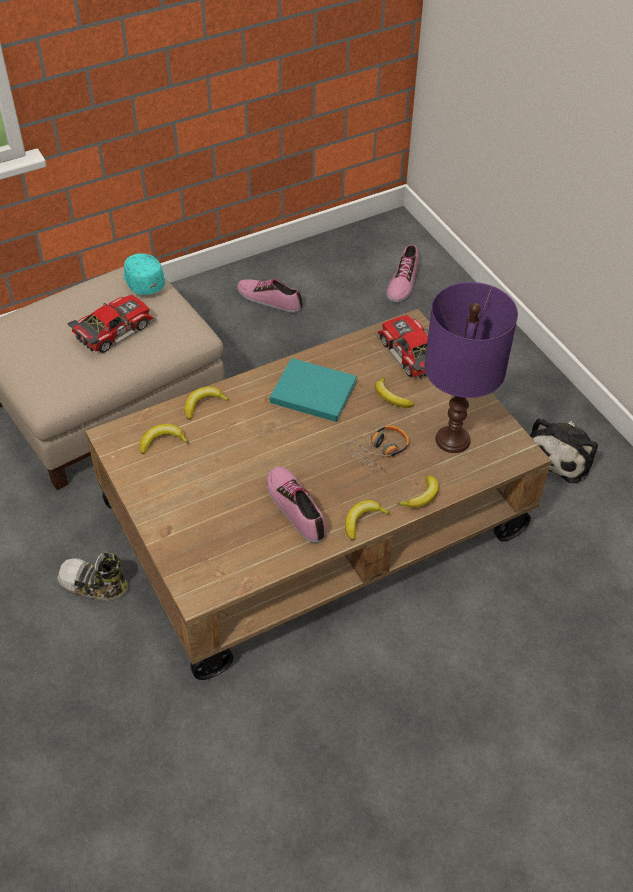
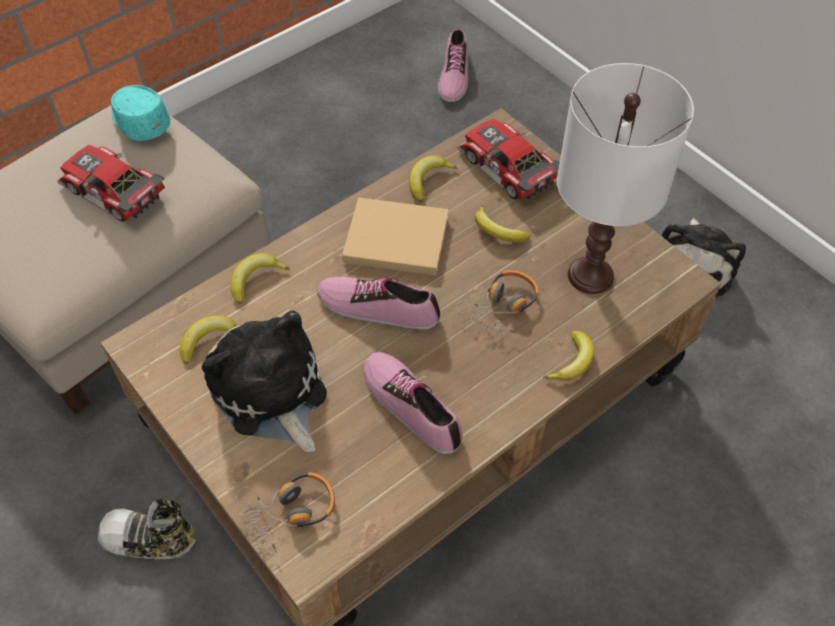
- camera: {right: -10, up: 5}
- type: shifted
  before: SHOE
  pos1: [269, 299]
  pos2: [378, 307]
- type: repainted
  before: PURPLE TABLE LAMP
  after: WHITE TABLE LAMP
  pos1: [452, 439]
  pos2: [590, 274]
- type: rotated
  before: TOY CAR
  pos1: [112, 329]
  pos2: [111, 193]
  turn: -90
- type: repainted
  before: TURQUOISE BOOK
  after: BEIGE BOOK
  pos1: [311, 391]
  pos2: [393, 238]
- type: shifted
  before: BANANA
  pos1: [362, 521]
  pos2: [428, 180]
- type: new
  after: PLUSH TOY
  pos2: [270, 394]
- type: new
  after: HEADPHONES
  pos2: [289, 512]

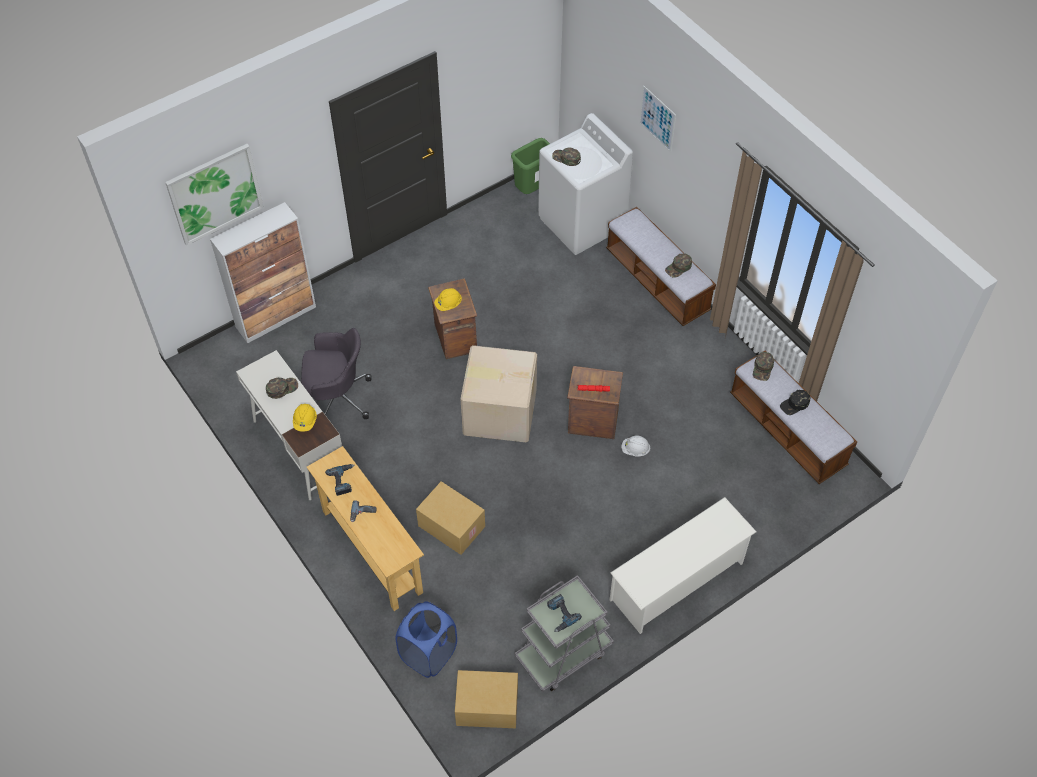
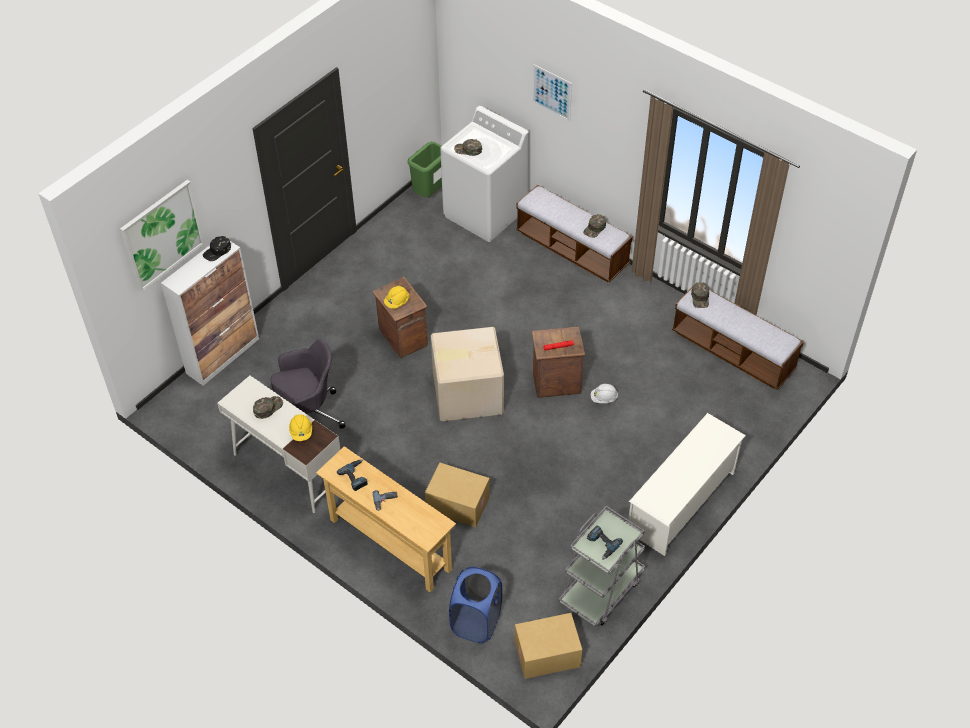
- camera: {right: -15, up: -5}
- type: shifted
  before: BLACK CAP
  pos1: [795, 404]
  pos2: [217, 251]

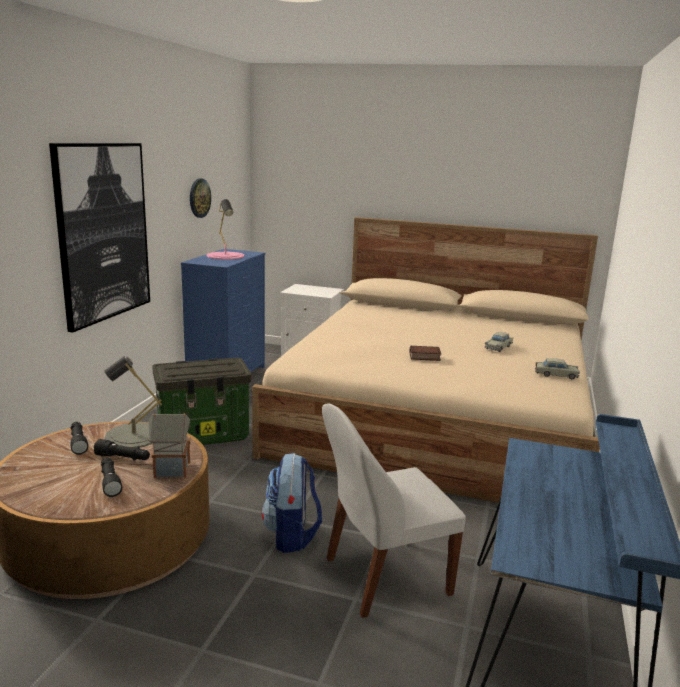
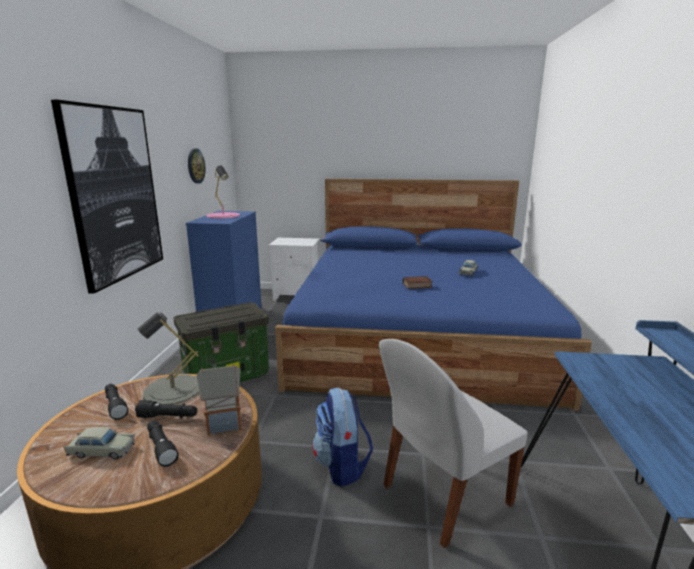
- camera: {right: -10, up: 0}
- type: repainted
  before: BEIGE BED
  after: BLUE BED
  pos1: [437, 416]
  pos2: [417, 334]
- type: shifted
  before: BEIGE TOY CAR
  pos1: [556, 375]
  pos2: [102, 451]

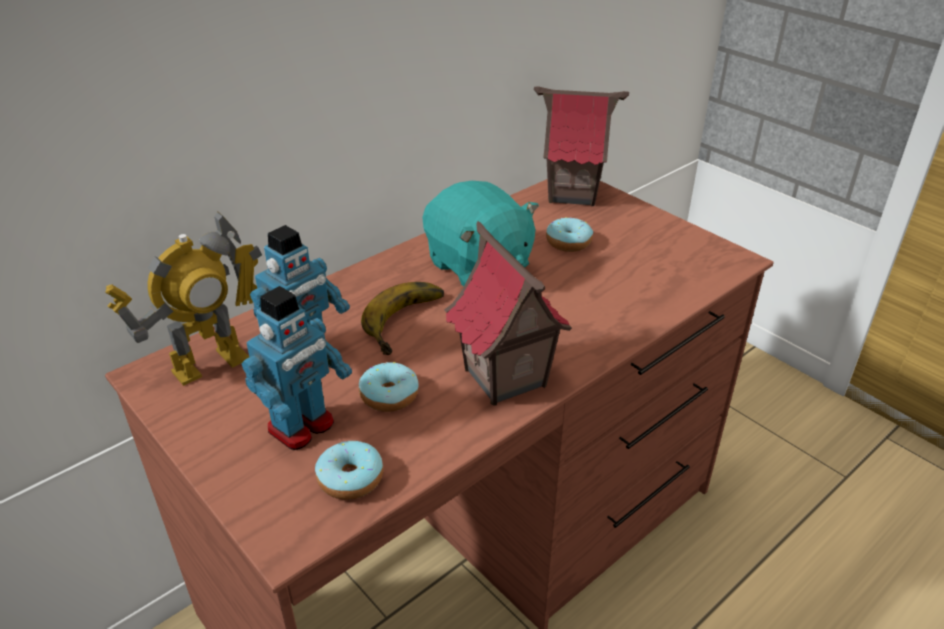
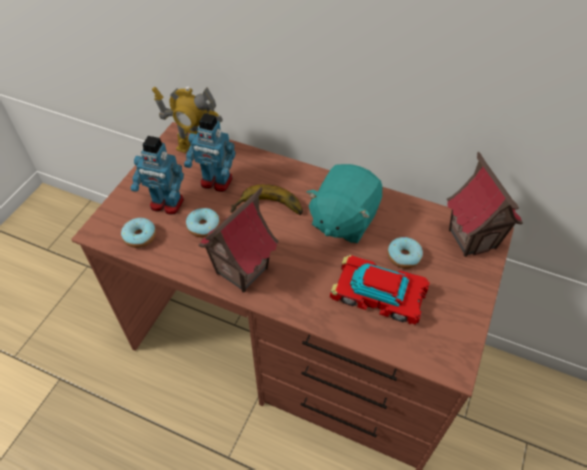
- camera: {right: 65, up: 15}
- type: new
  after: TOY CAR
  pos2: [378, 295]

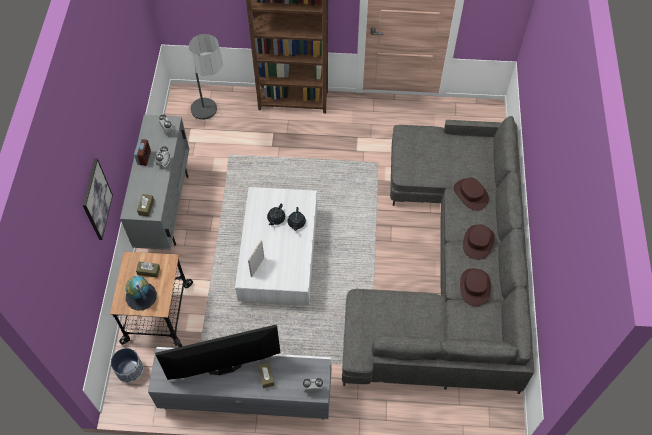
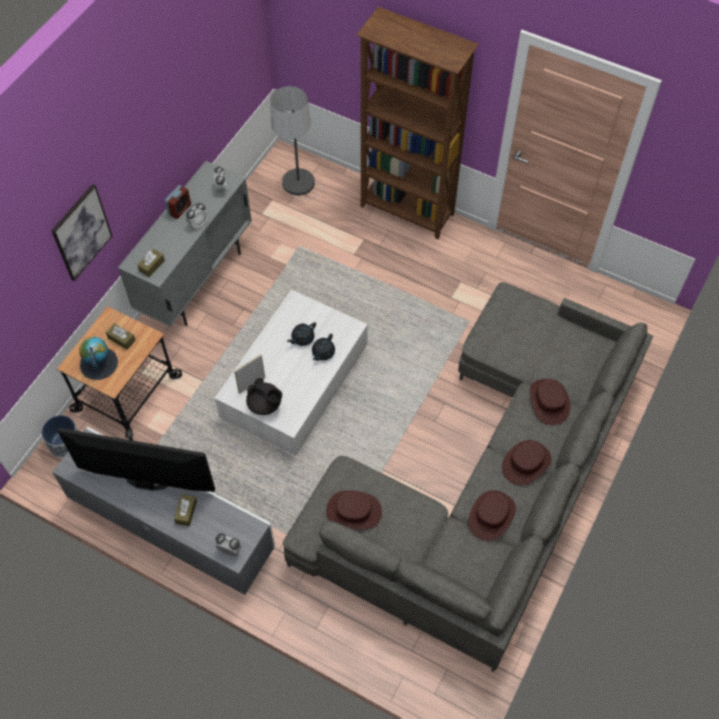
- camera: {right: 25, up: 0}
- type: new
  after: BLACK TEAPOT
  pos2: [265, 405]
- type: new
  after: BROWN HAT
  pos2: [353, 511]

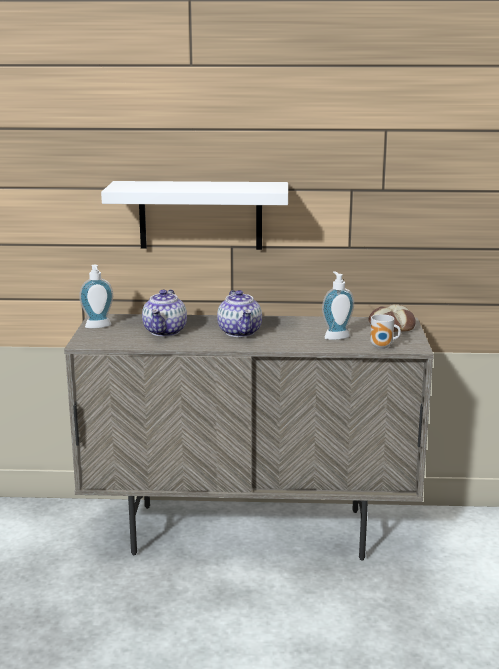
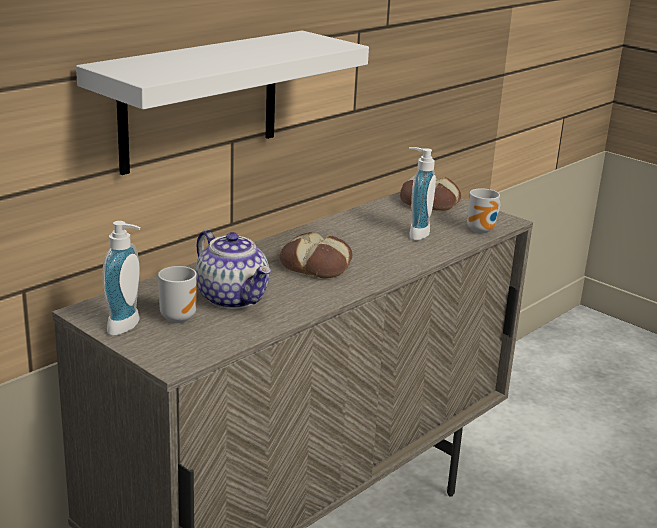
- camera: {right: -50, up: 5}
- type: swapped
  before: TEAPOT
  after: BREAD
  pos1: [240, 332]
  pos2: [317, 265]
- type: new
  after: MUG
  pos2: [178, 317]

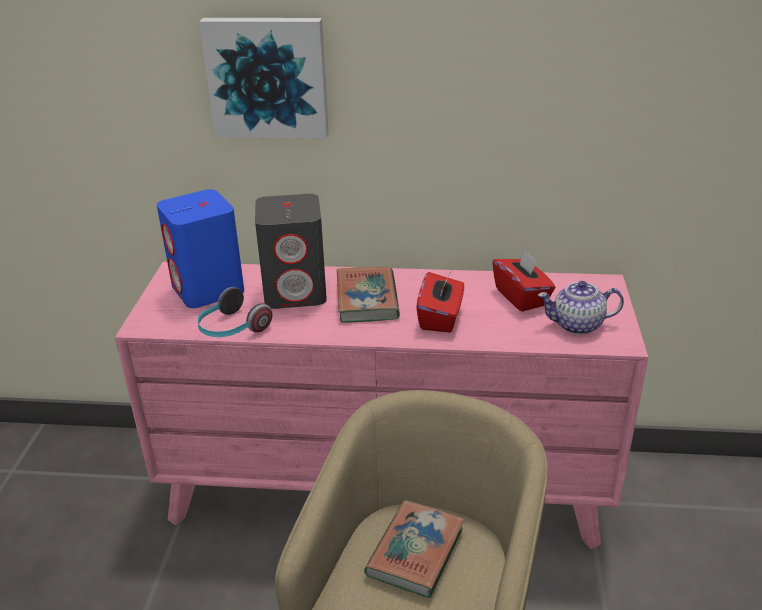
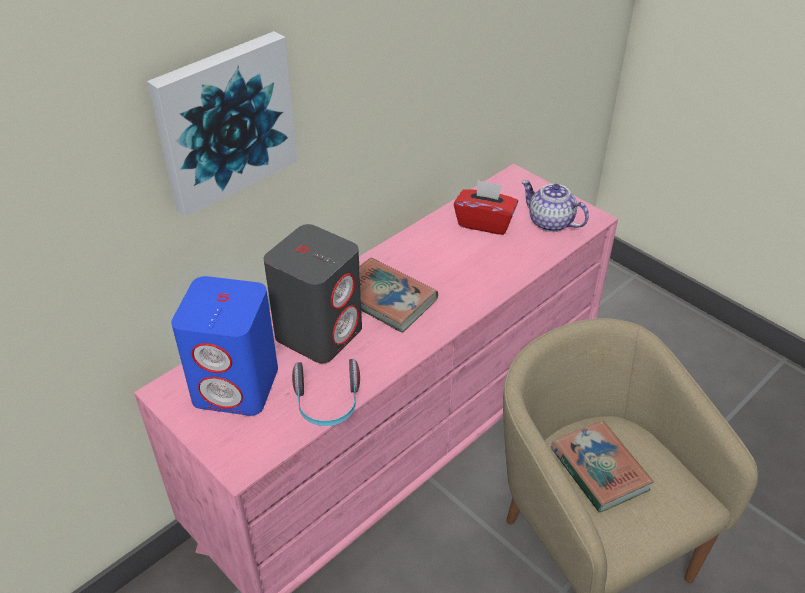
- camera: {right: -50, up: 10}
- type: gone
  before: RED TISSUE BOX
  pos1: [440, 318]
- type: rotated
  before: TEAPOT
  pos1: [577, 325]
  pos2: [550, 222]
  turn: 90

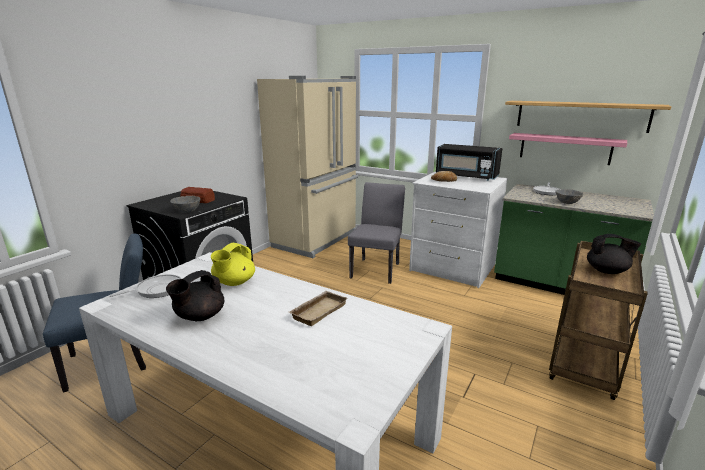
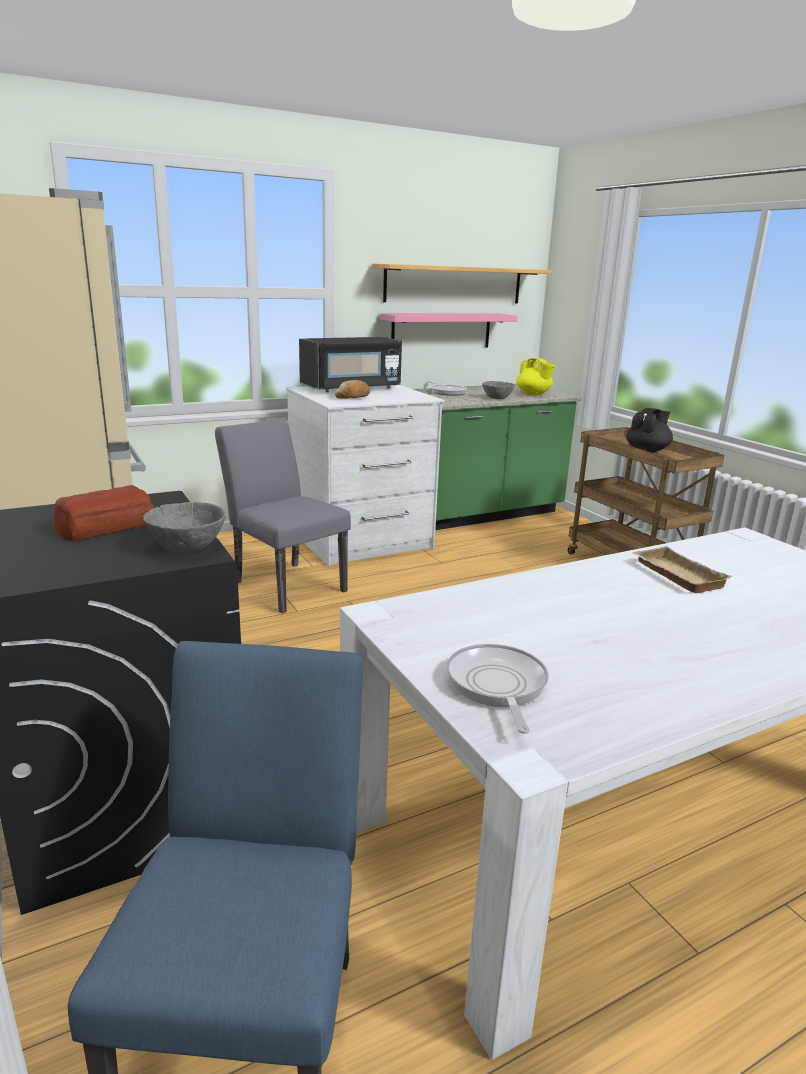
- camera: {right: -60, up: 0}
- type: shifted
  before: YELLOW TEAPOT
  pos1: [234, 282]
  pos2: [533, 394]
- type: gone
  before: BLACK TEAPOT
  pos1: [199, 316]

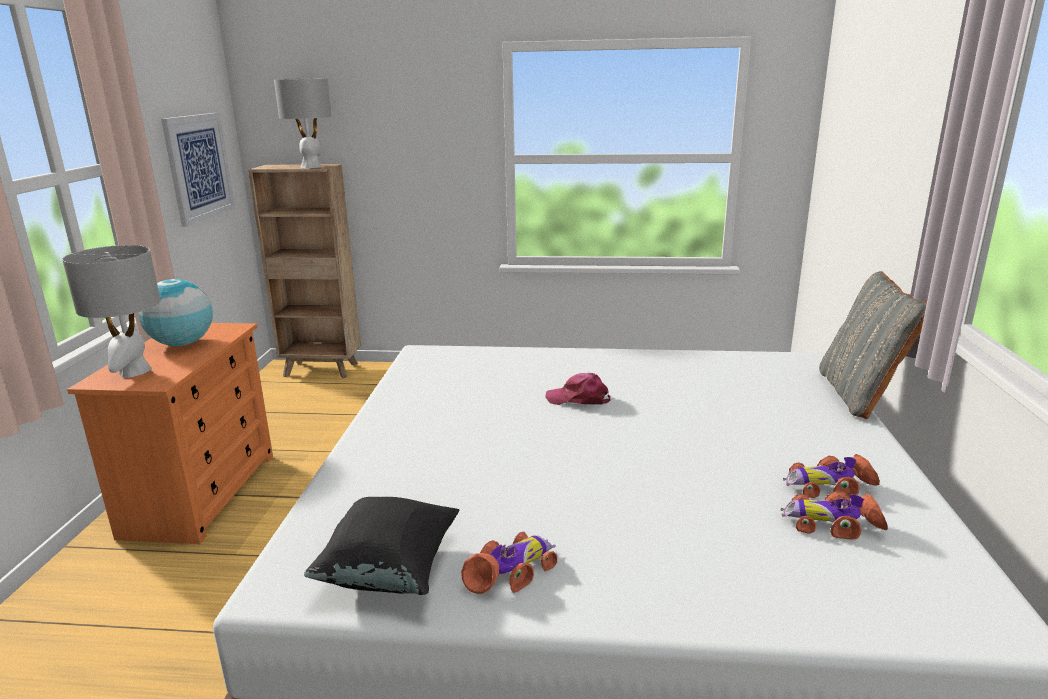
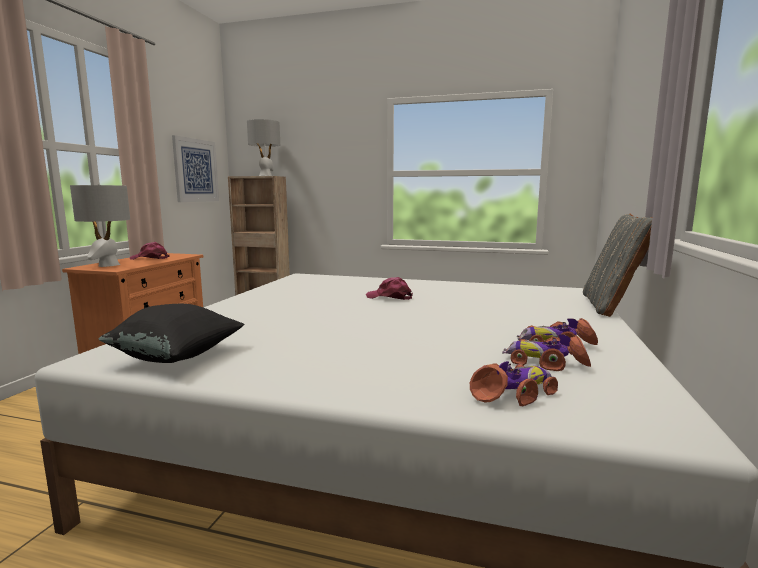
- camera: {right: 10, up: -10}
- type: swapped
  before: GLOBE
  after: PINK CAP
  pos1: [182, 344]
  pos2: [150, 258]
- type: shifted
  before: TOY CAR
  pos1: [512, 572]
  pos2: [515, 393]

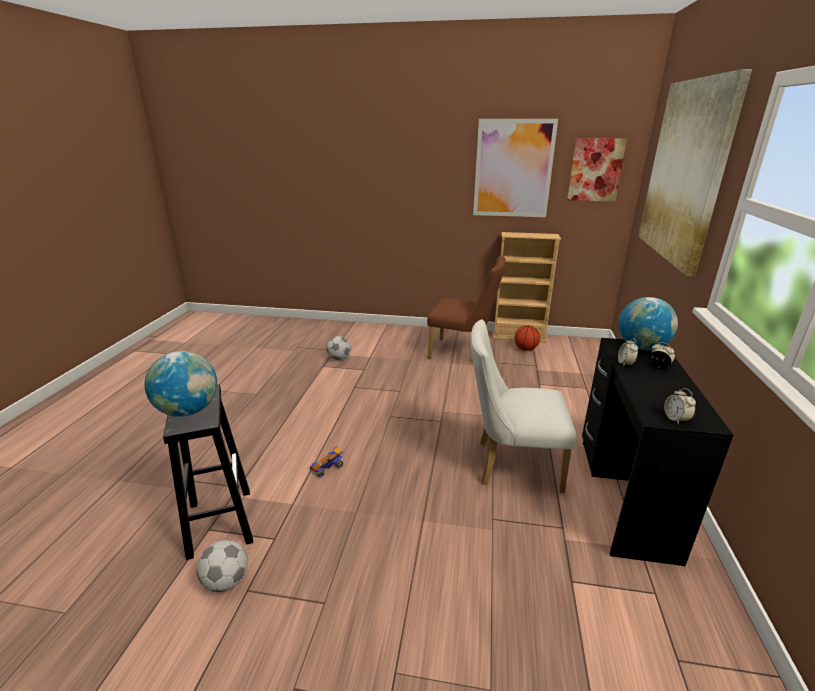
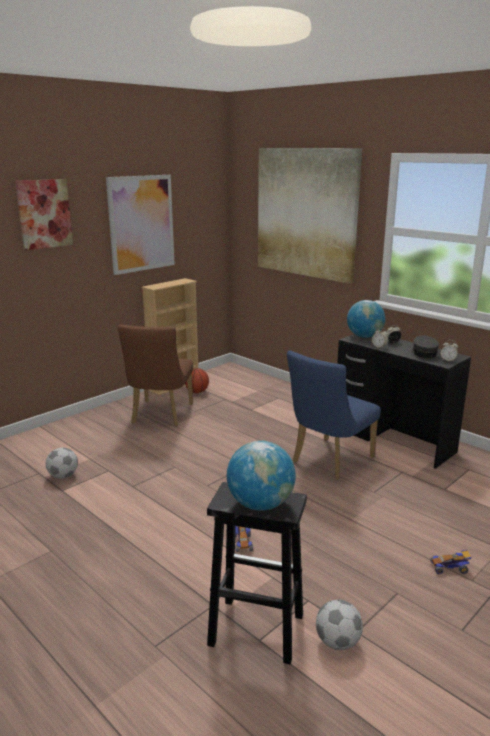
- camera: {right: -55, up: -5}
- type: shifted
  before: PICTURE
  pos1: [595, 170]
  pos2: [44, 214]
- type: rotated
  before: BROWN CHAIR
  pos1: [463, 353]
  pos2: [160, 415]
  turn: 135
- type: repainted
  before: WHITE CHAIR
  after: BLUE CHAIR
  pos1: [511, 465]
  pos2: [328, 461]
- type: new
  after: GREY CAP
  pos2: [423, 353]
- type: new
  after: TOY CAR
  pos2: [449, 567]

